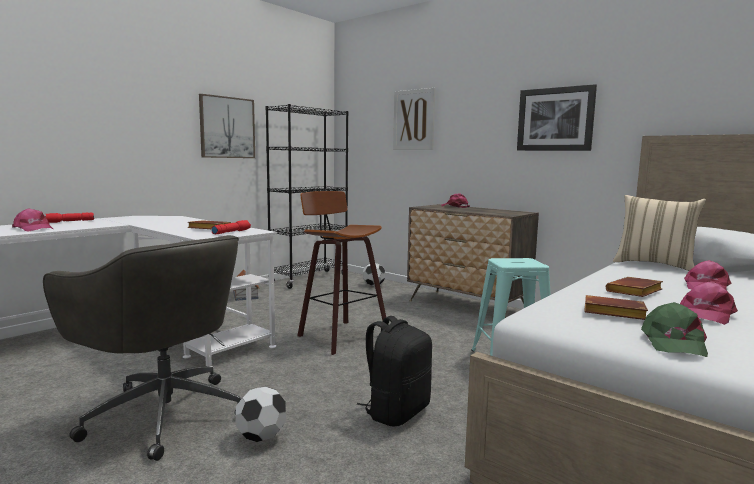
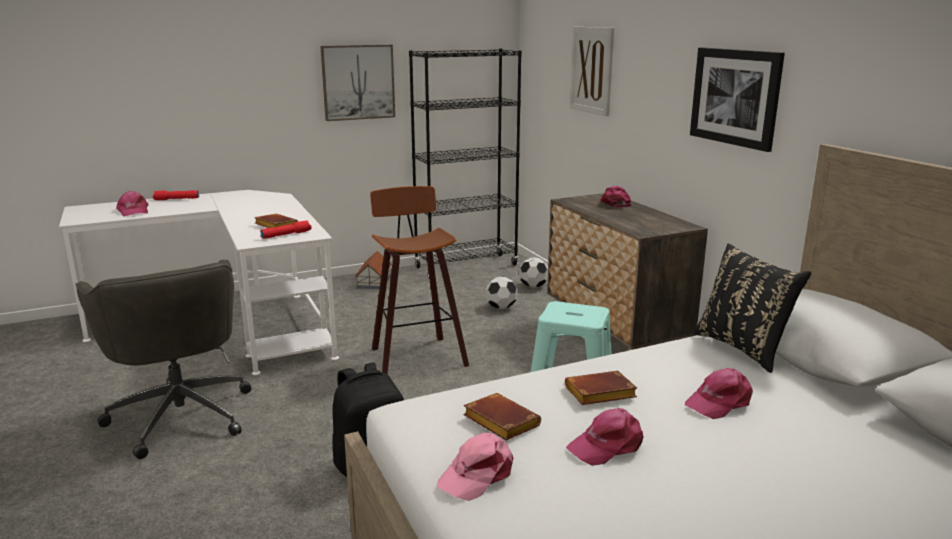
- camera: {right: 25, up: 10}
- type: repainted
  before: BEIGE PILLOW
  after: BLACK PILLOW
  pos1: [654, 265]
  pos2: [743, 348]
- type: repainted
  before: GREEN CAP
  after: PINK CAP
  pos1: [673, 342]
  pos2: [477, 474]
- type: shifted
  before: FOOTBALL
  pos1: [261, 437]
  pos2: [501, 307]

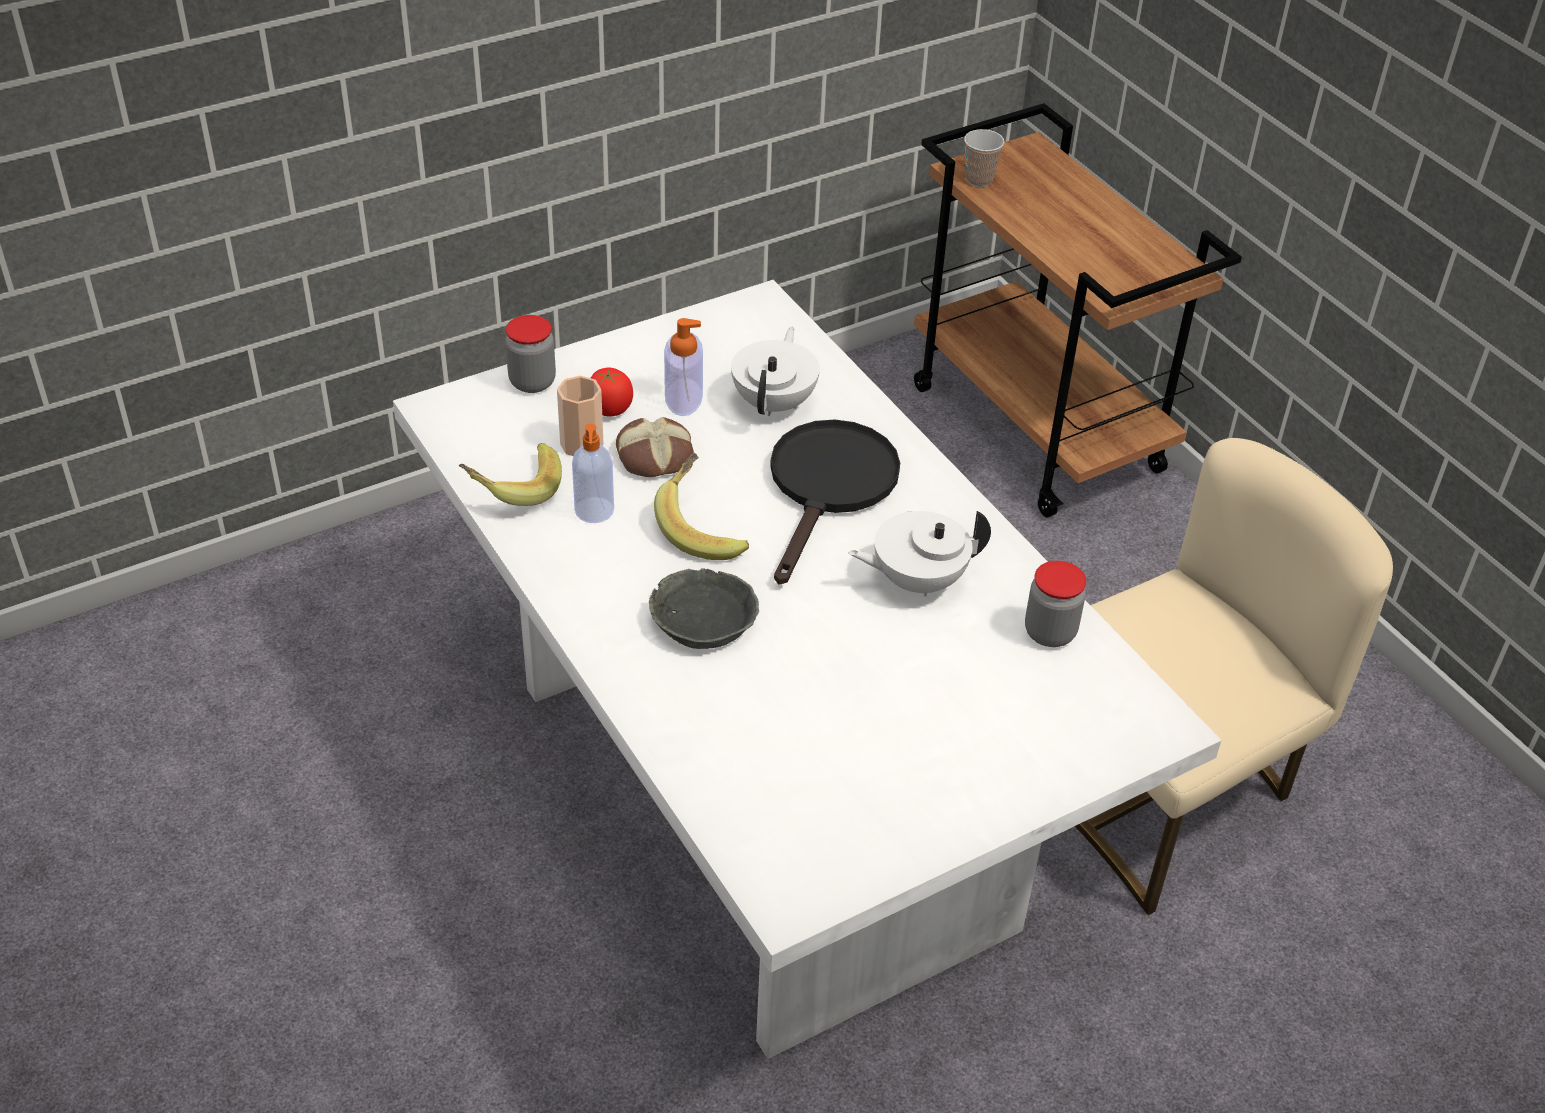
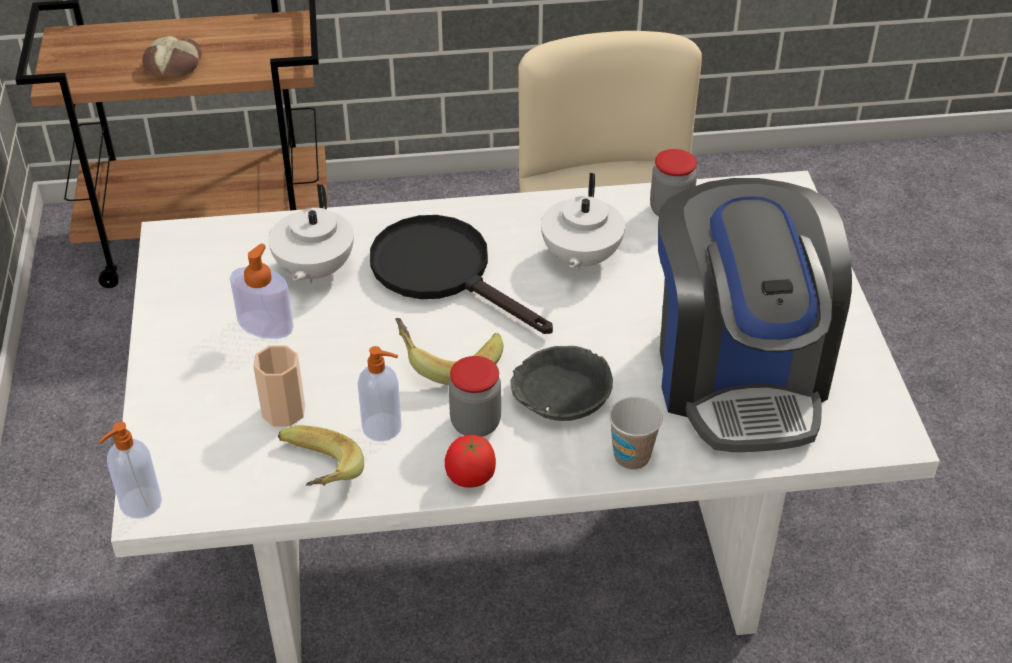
- camera: {right: -65, up: 0}
- type: shifted
  before: CUP
  pos1: [979, 180]
  pos2: [632, 457]
- type: shifted
  before: JAR
  pos1: [532, 382]
  pos2: [475, 423]
- type: rotated
  before: WHITE TEAPOT
  pos1: [775, 402]
  pos2: [313, 270]
  turn: -120
- type: shifted
  before: TOMATO
  pos1: [610, 409]
  pos2: [470, 477]
- type: shifted
  before: BREAD
  pos1: [654, 457]
  pos2: [174, 64]
- type: new
  after: COFFEE MACHINE
  pos2: [738, 374]
- type: new
  after: SOAP DISPENSER
  pos2: [139, 504]

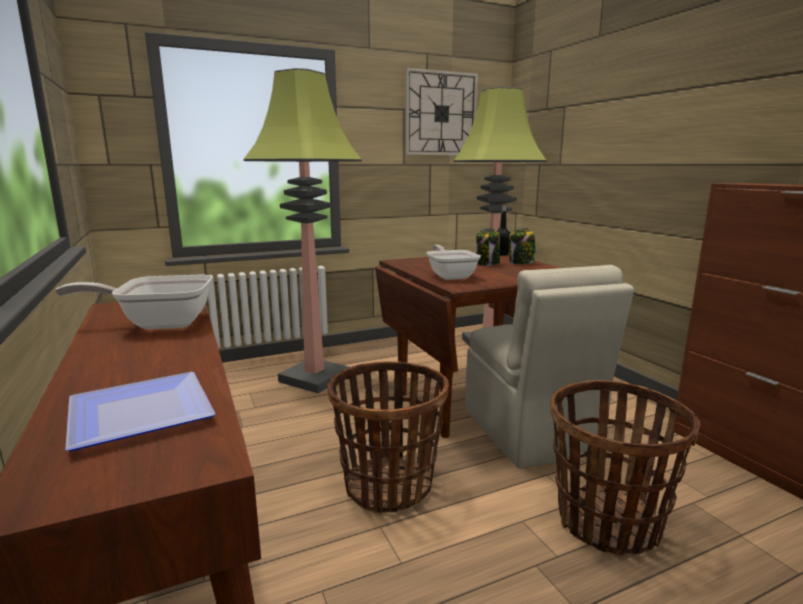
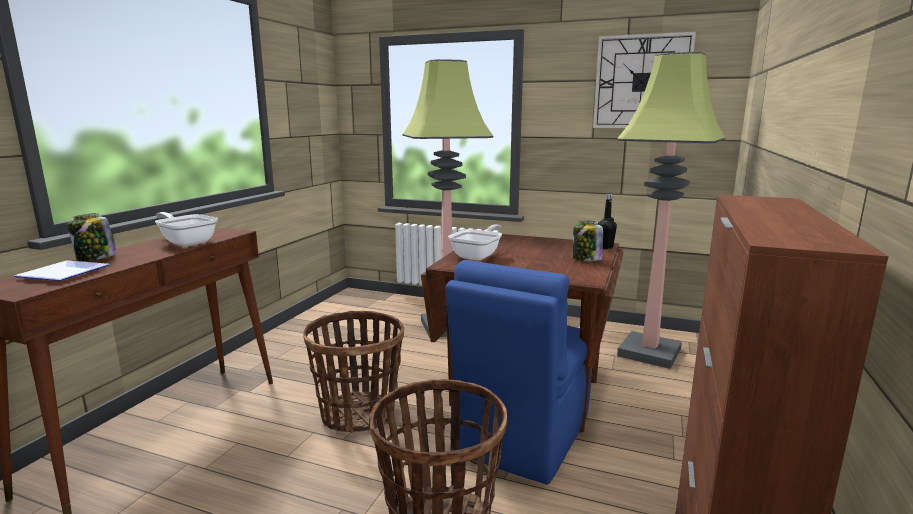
- camera: {right: 45, up: 0}
- type: shifted
  before: JAR
  pos1: [488, 263]
  pos2: [95, 258]
- type: repainted
  before: BEIGE CHAIR
  after: BLUE CHAIR
  pos1: [530, 433]
  pos2: [521, 437]

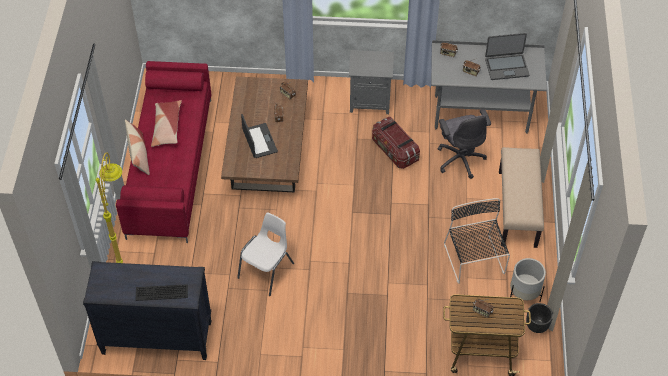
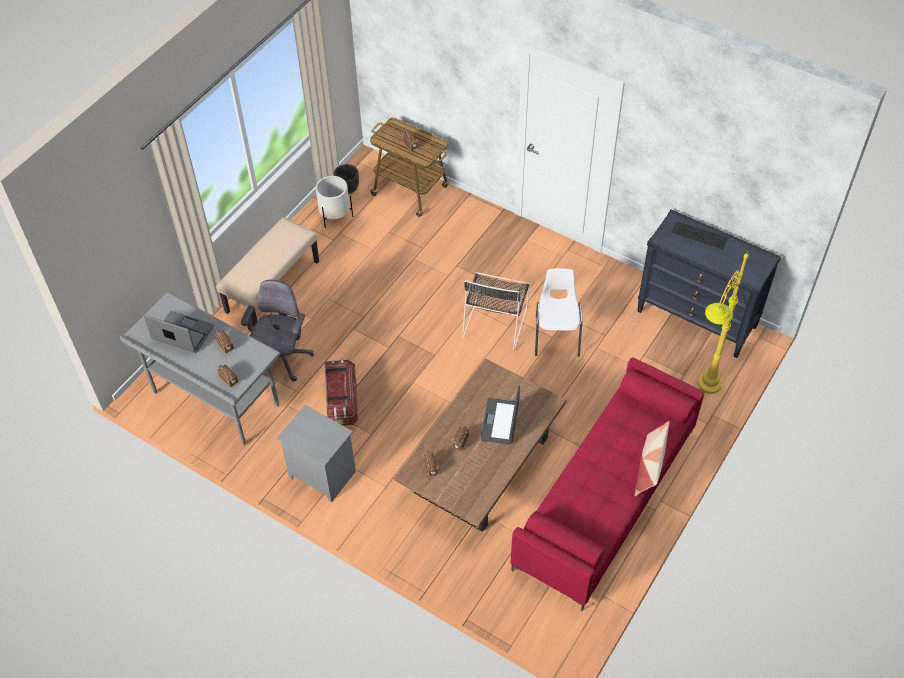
- camera: {right: -150, up: 0}
- type: gone
  before: PILLOW
  pos1: [167, 127]
- type: shifted
  before: BLACK CHAIR
  pos1: [474, 261]
  pos2: [495, 322]
- type: rotated
  before: WHITE CHAIR
  pos1: [267, 270]
  pos2: [557, 335]
  turn: 120

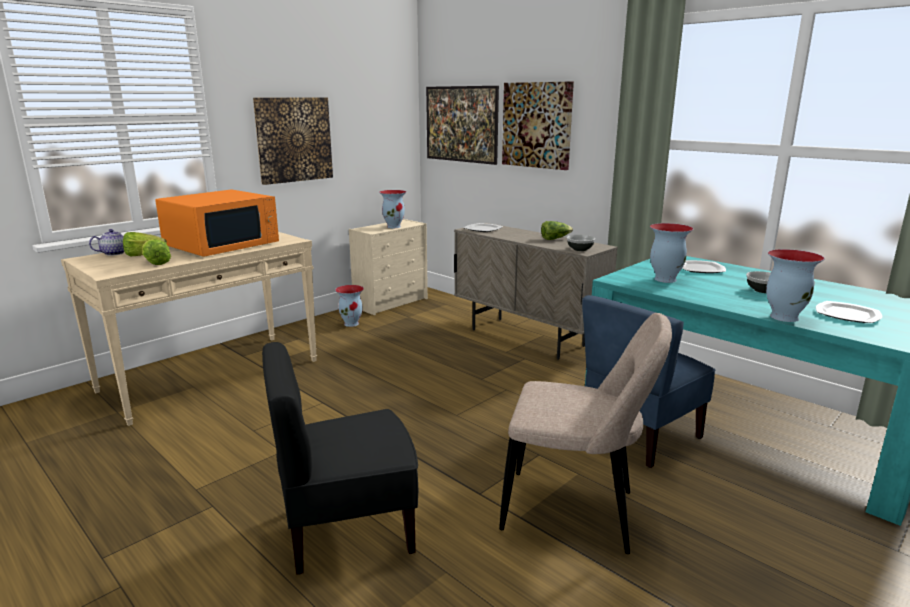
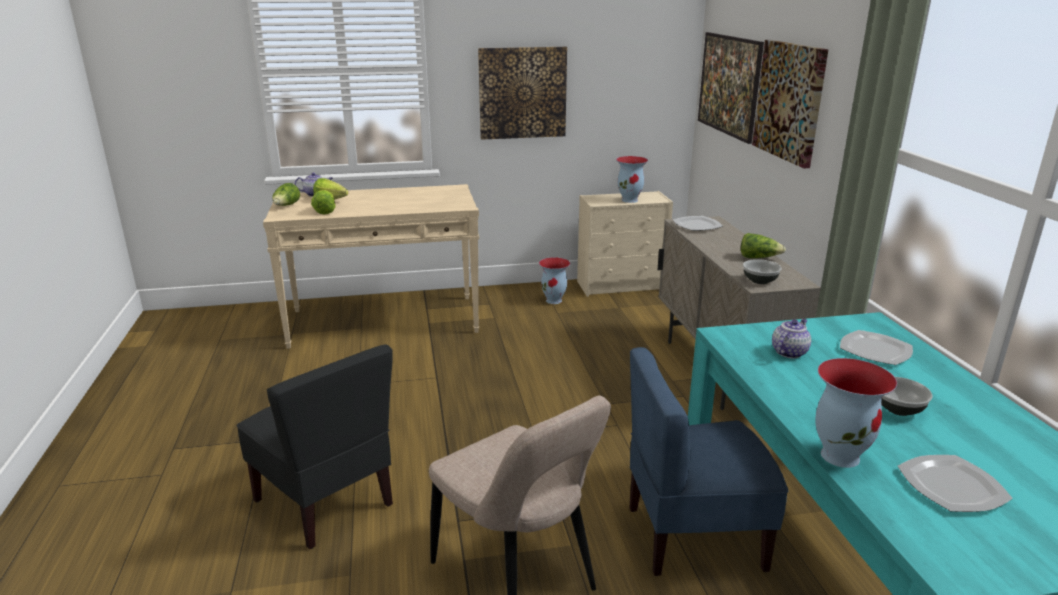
- camera: {right: 35, up: 5}
- type: gone
  before: ORANGE MICROWAVE
  pos1: [222, 244]
- type: swapped
  before: VASE
  after: TEAPOT
  pos1: [664, 279]
  pos2: [789, 352]
- type: rotated
  before: BLACK CHAIR
  pos1: [347, 529]
  pos2: [326, 502]
  turn: -150
- type: new
  after: LETTUCE
  pos2: [286, 206]

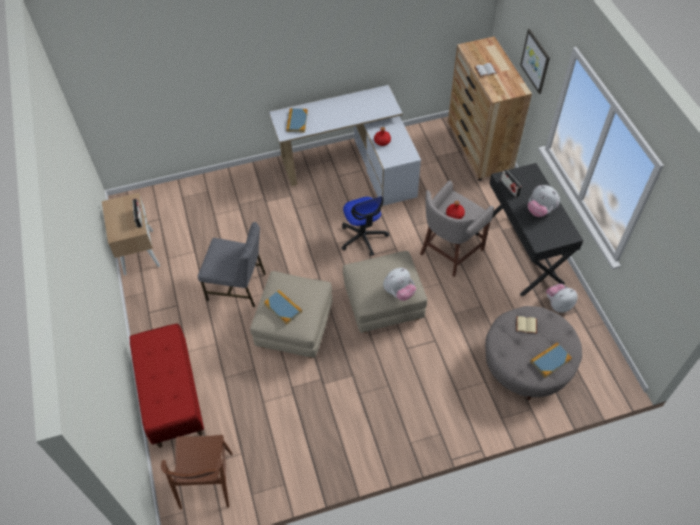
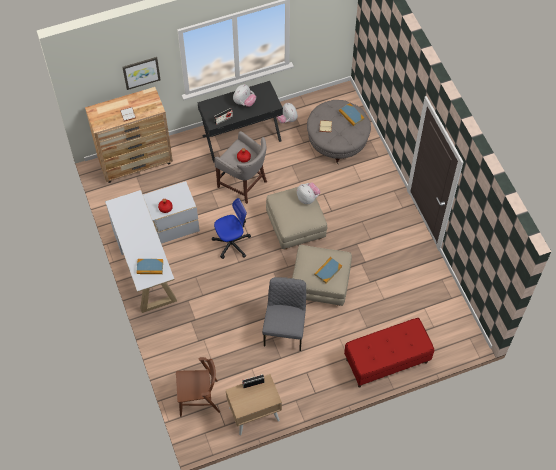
- camera: {right: -95, up: 5}
- type: shifted
  before: BROWN CHAIR
  pos1: [206, 481]
  pos2: [199, 398]

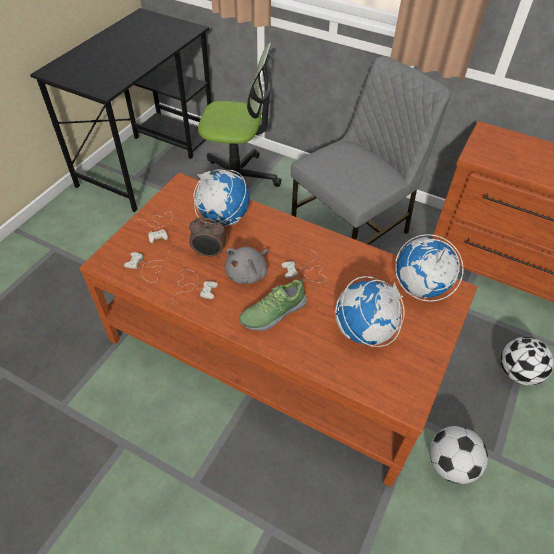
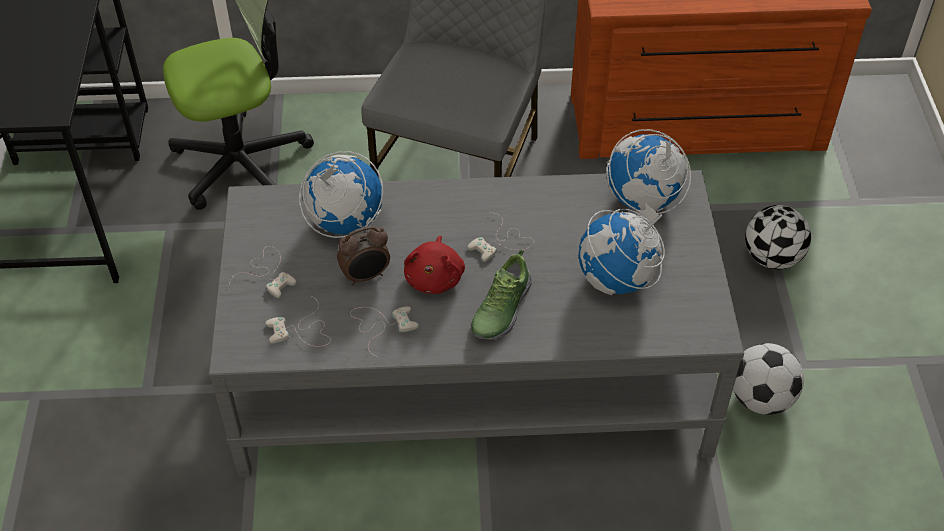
- camera: {right: -30, up: 0}
- type: repainted
  before: BROWN COFFEE TABLE
  after: GREY COFFEE TABLE
  pos1: [276, 349]
  pos2: [473, 373]
- type: repainted
  before: GREY PLUSH TOY
  after: RED PLUSH TOY
  pos1: [248, 273]
  pos2: [435, 277]

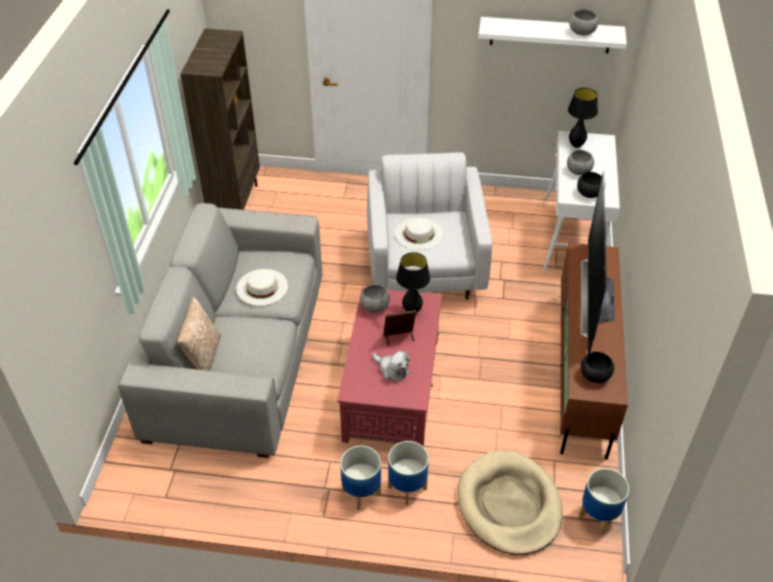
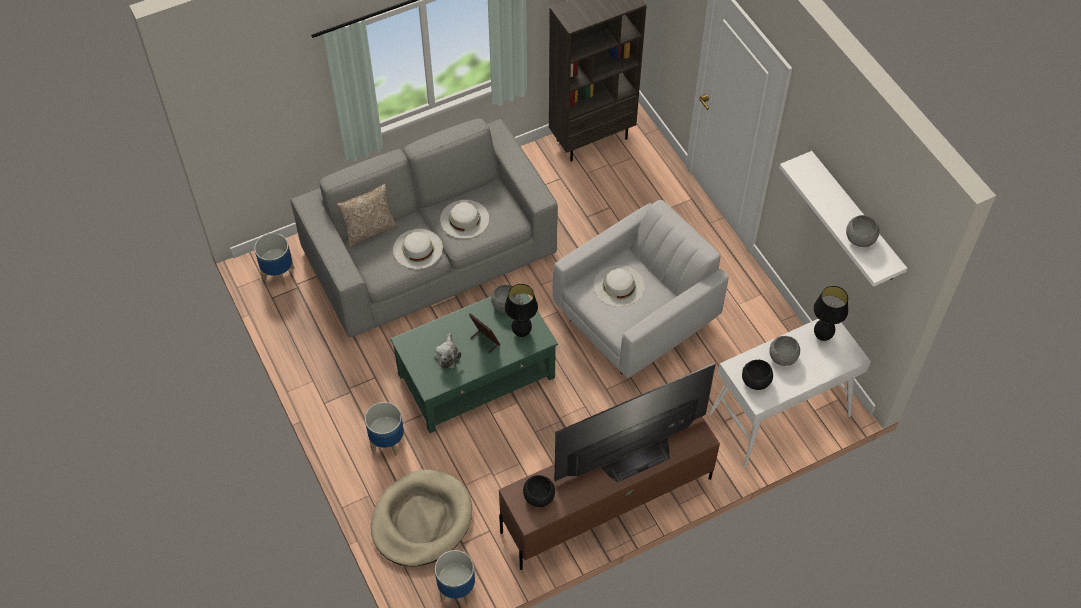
- camera: {right: 55, up: 10}
- type: repainted
  before: RED COFFEE TABLE
  after: GREEN COFFEE TABLE
  pos1: [392, 388]
  pos2: [477, 376]
- type: shifted
  before: PLANTER
  pos1: [361, 492]
  pos2: [278, 273]
- type: new
  after: WHITE HAT
  pos2: [418, 249]

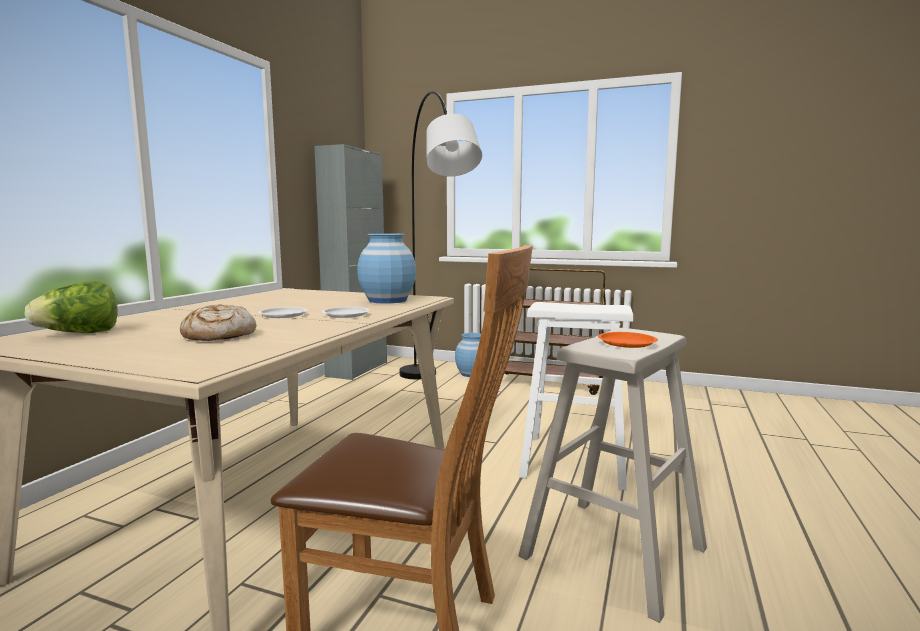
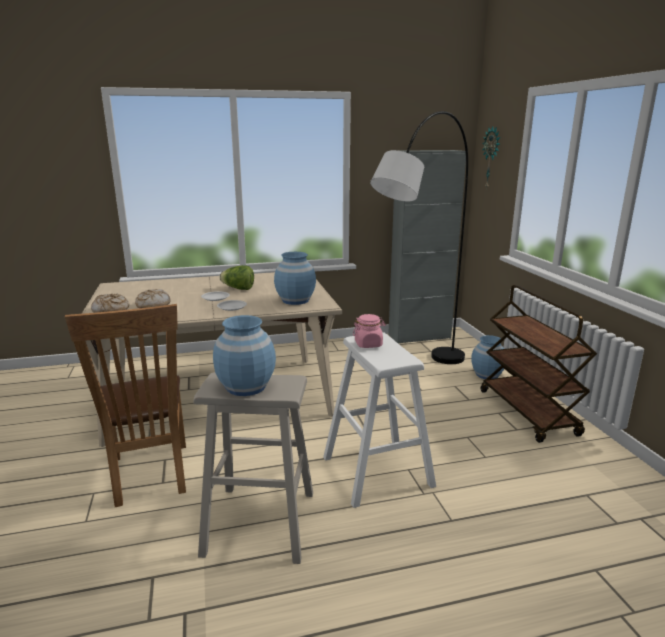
- camera: {right: 55, up: 10}
- type: shifted
  before: LETTUCE
  pos1: [80, 334]
  pos2: [238, 289]
- type: swapped
  before: ORANGE PLATE
  after: BLUE VASE
  pos1: [627, 343]
  pos2: [246, 386]
- type: new
  after: WALL CLOCK
  pos2: [492, 158]
- type: new
  after: BREAD
  pos2: [111, 310]
- type: new
  after: PINK JAR
  pos2: [368, 344]

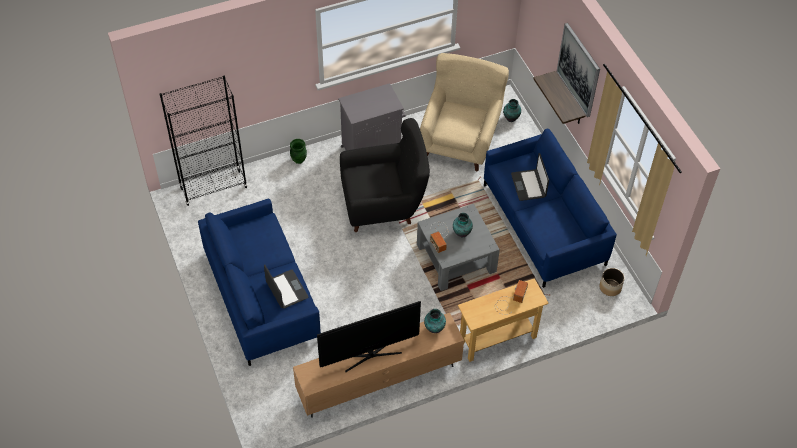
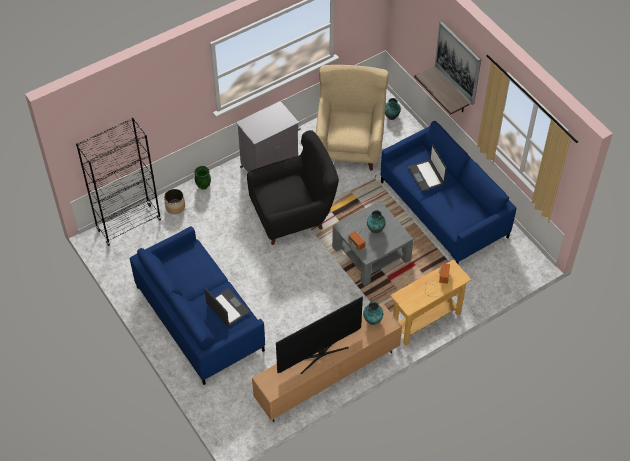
- camera: {right: -10, up: 0}
- type: shifted
  before: PLANTER
  pos1: [610, 287]
  pos2: [175, 207]

